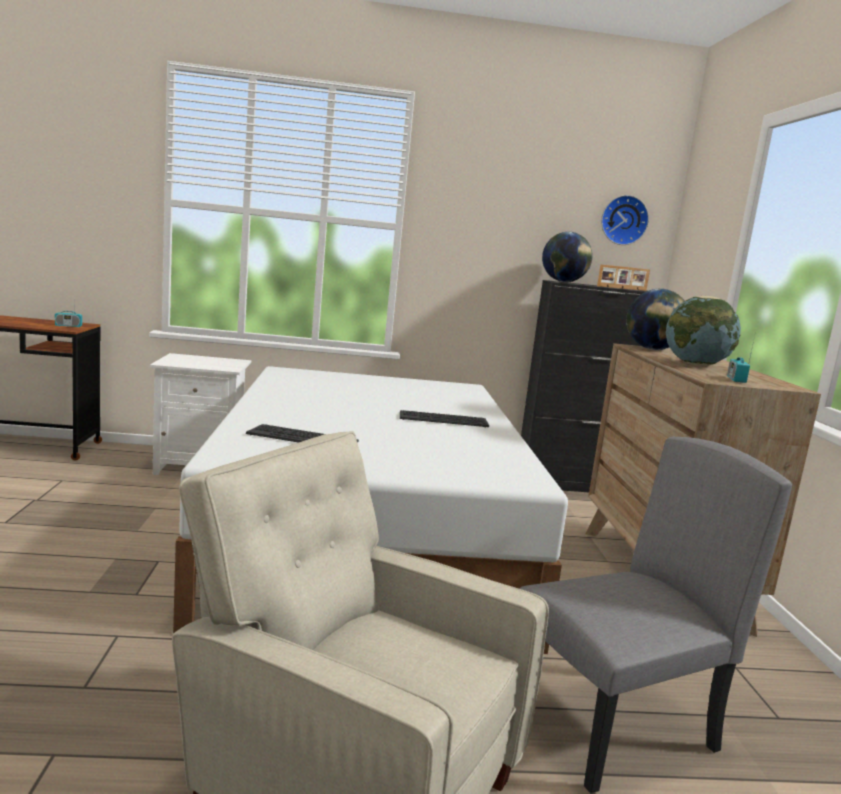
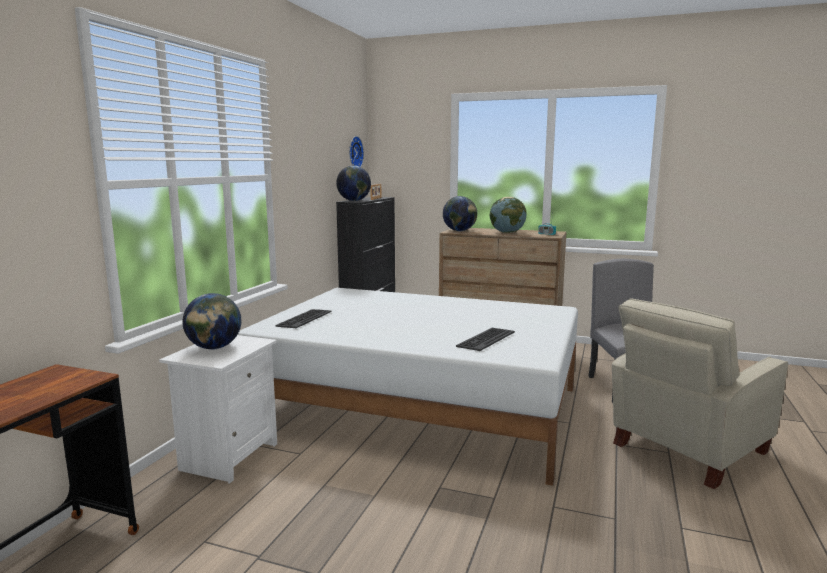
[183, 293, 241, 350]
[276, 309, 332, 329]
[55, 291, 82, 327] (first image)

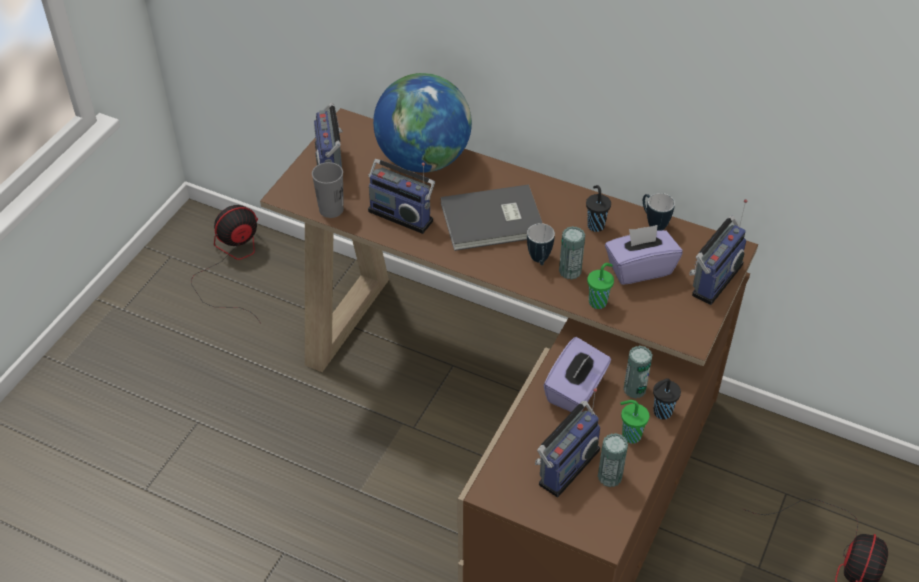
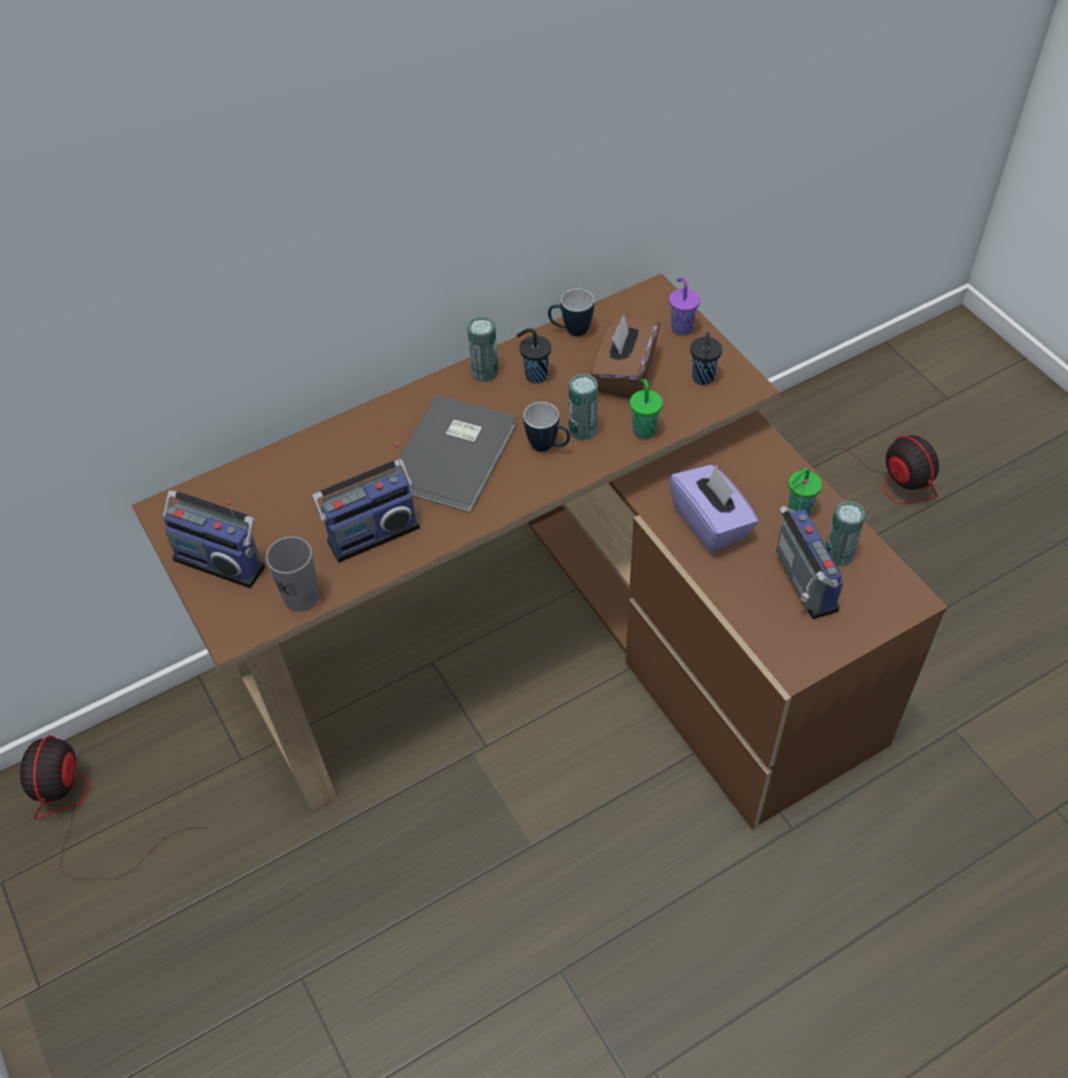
[467, 316, 498, 382]
[591, 314, 660, 398]
[669, 277, 700, 336]
[690, 332, 722, 385]
[373, 73, 472, 173] (first image)

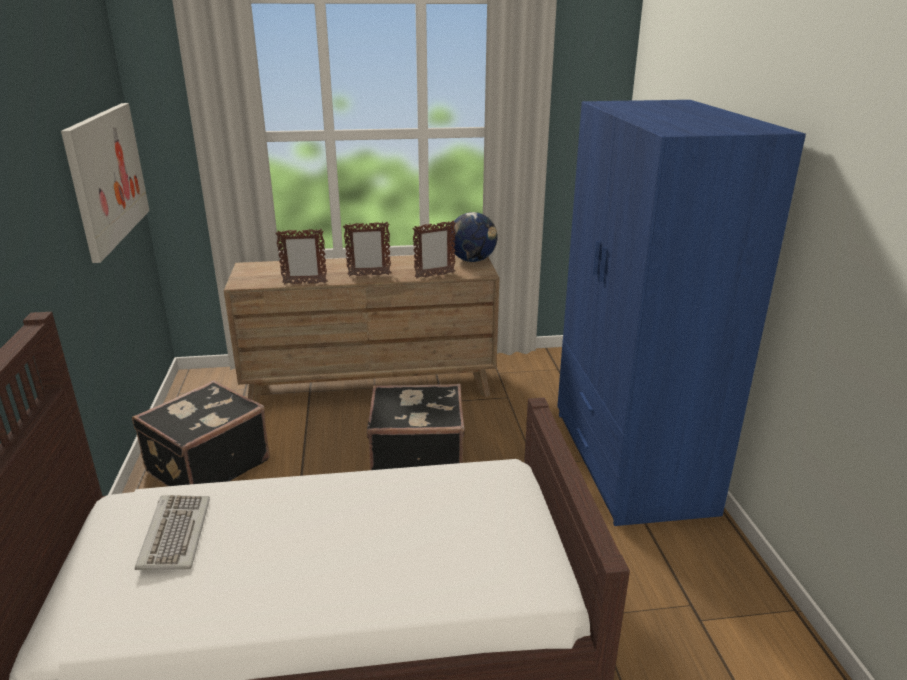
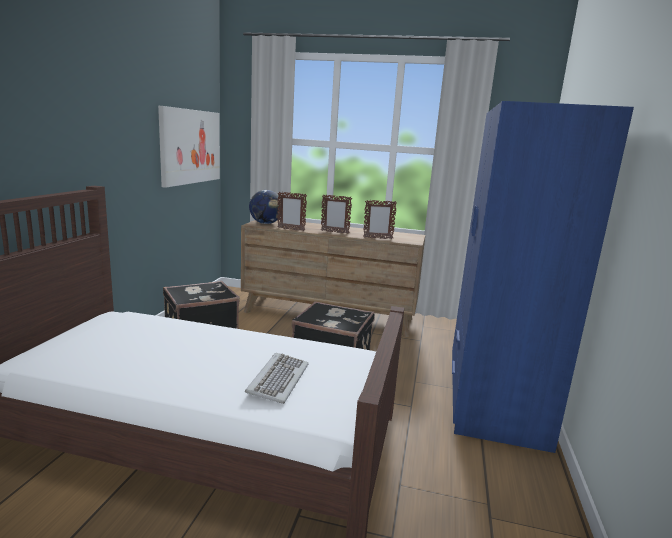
[245, 353, 309, 404]
[249, 190, 281, 224]

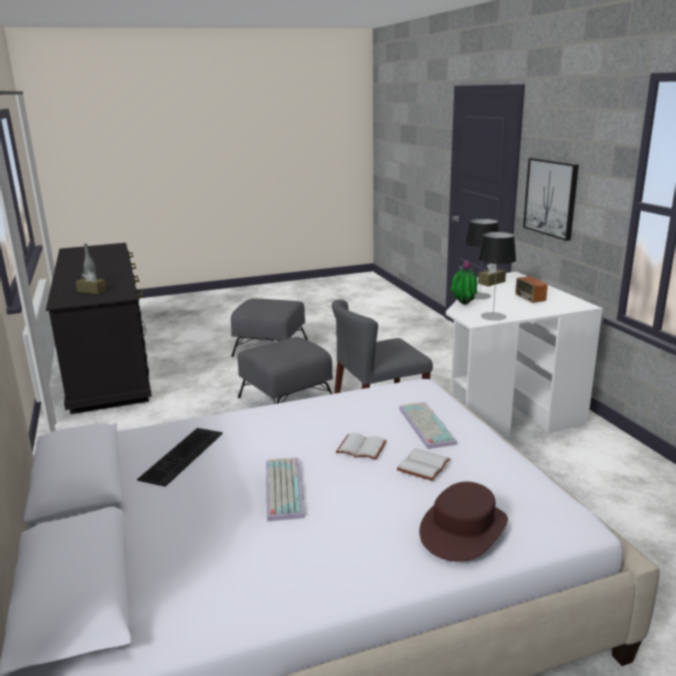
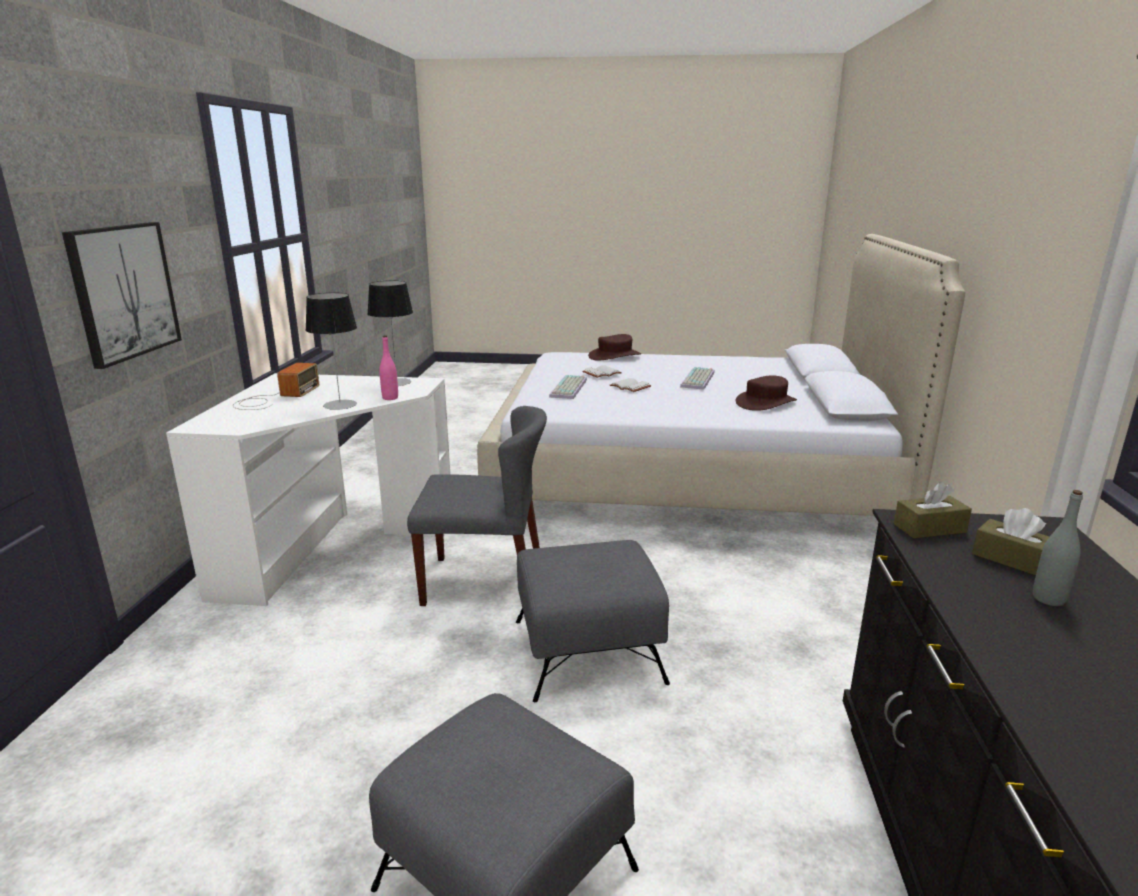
[379, 335, 398, 400]
[736, 375, 797, 411]
[894, 482, 972, 538]

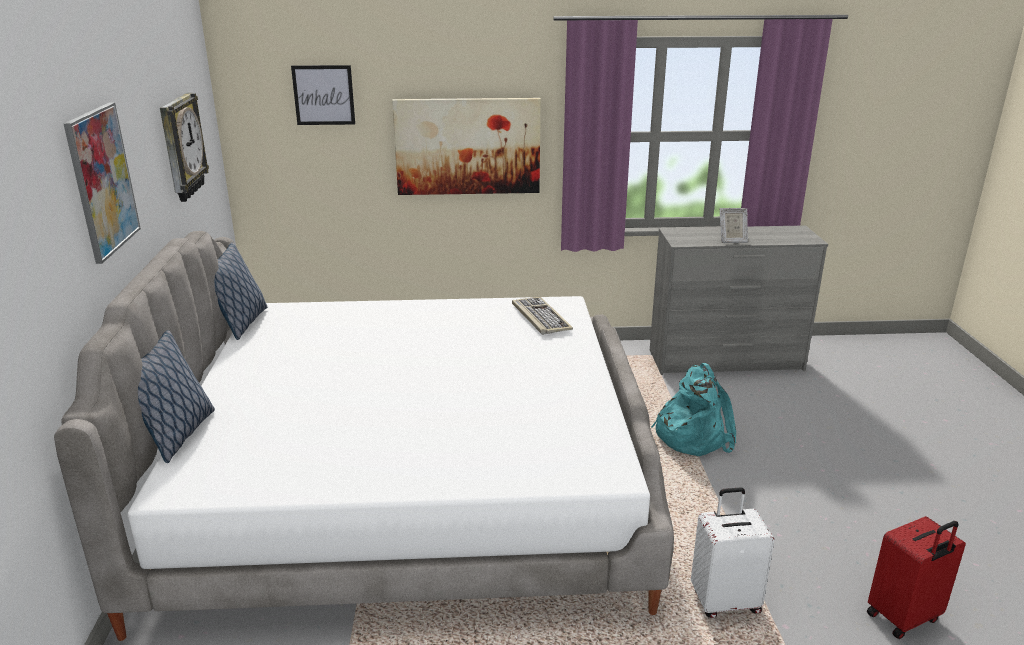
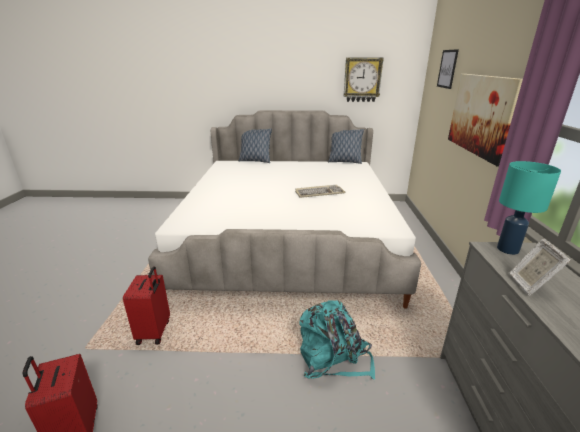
[123, 266, 170, 345]
[295, 185, 346, 198]
[497, 161, 561, 255]
[64, 102, 141, 264] (first image)

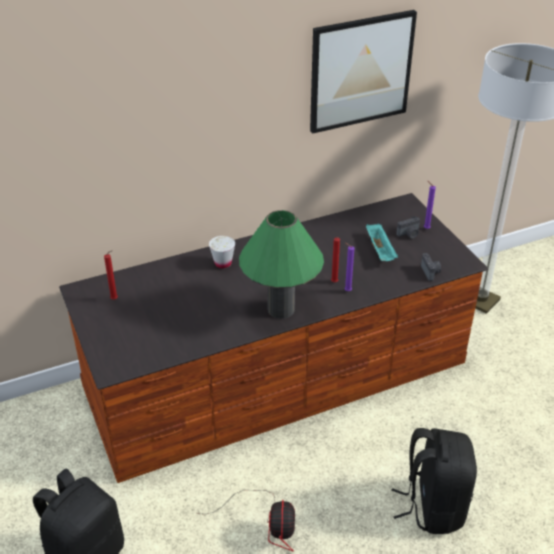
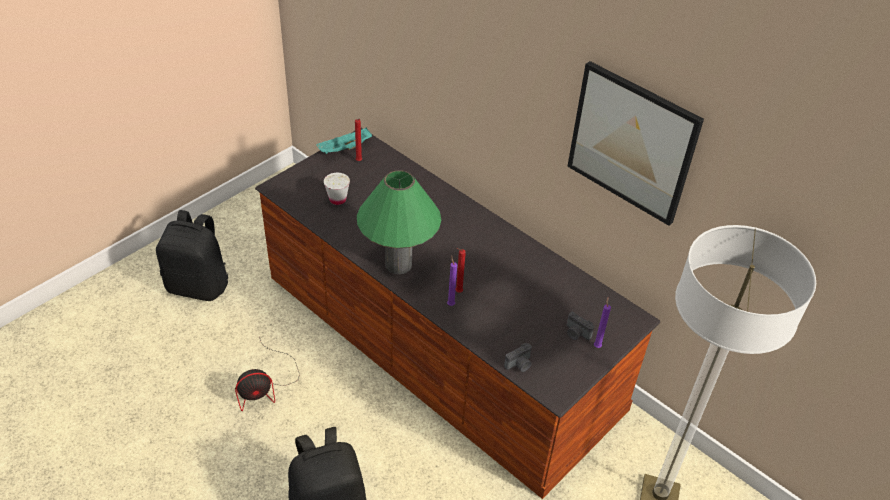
[316, 127, 372, 154]
[324, 173, 350, 205]

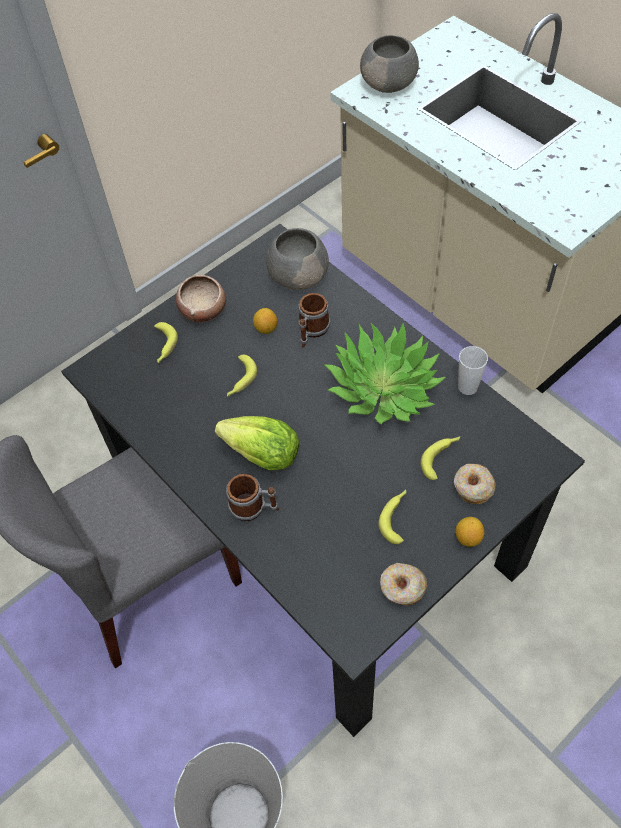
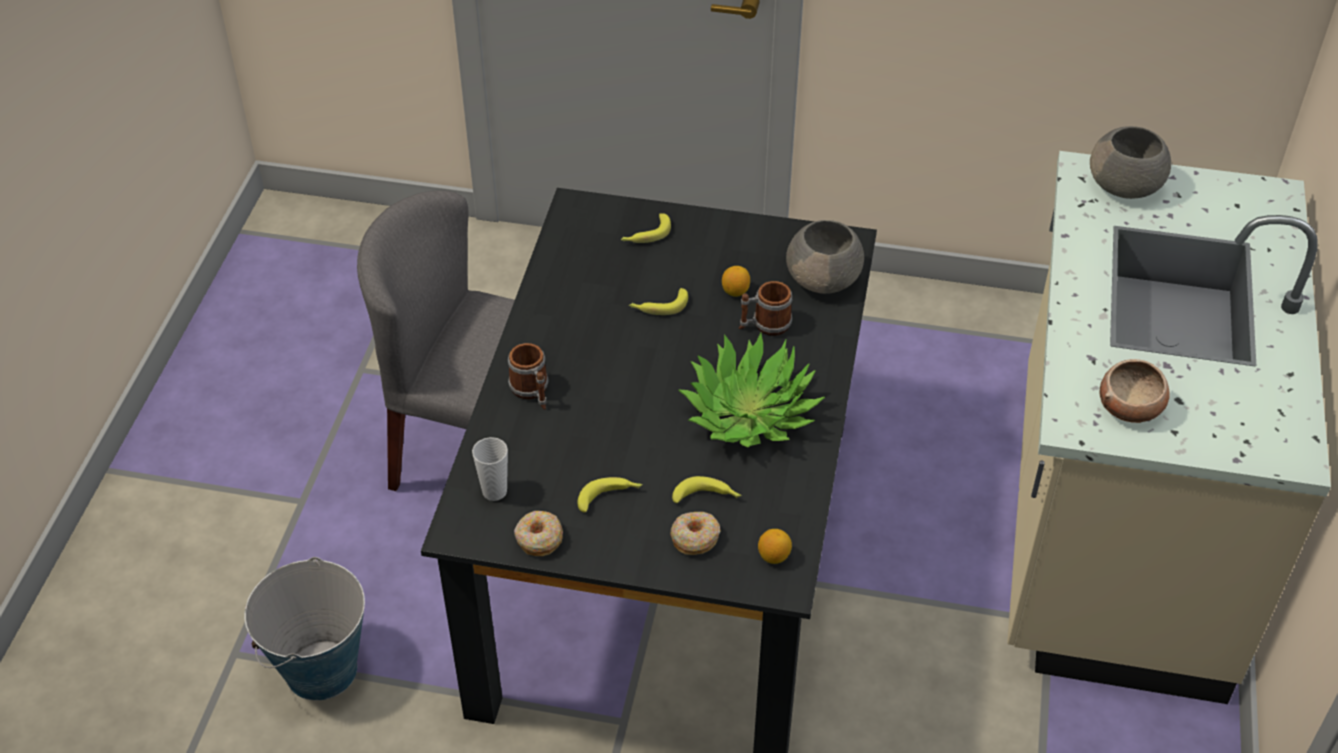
[472, 437, 508, 501]
[758, 529, 792, 564]
[1099, 359, 1169, 423]
[215, 416, 300, 470] (first image)

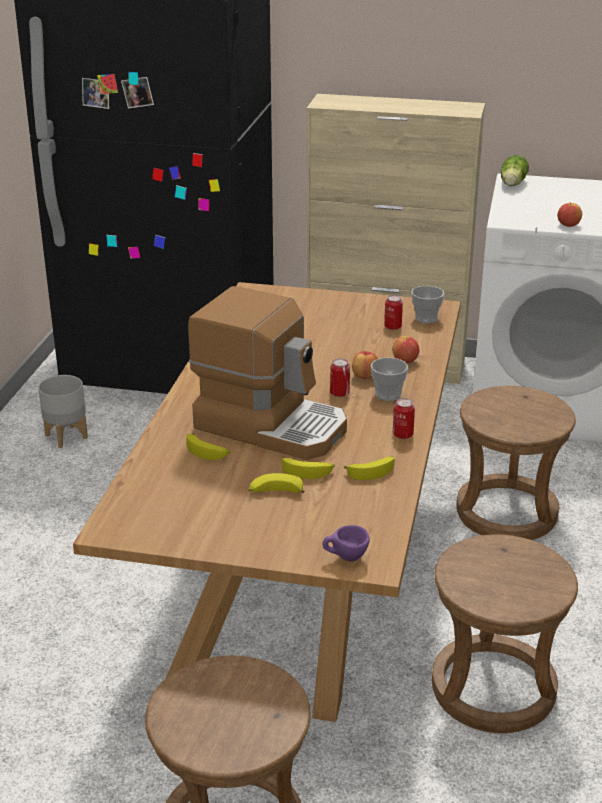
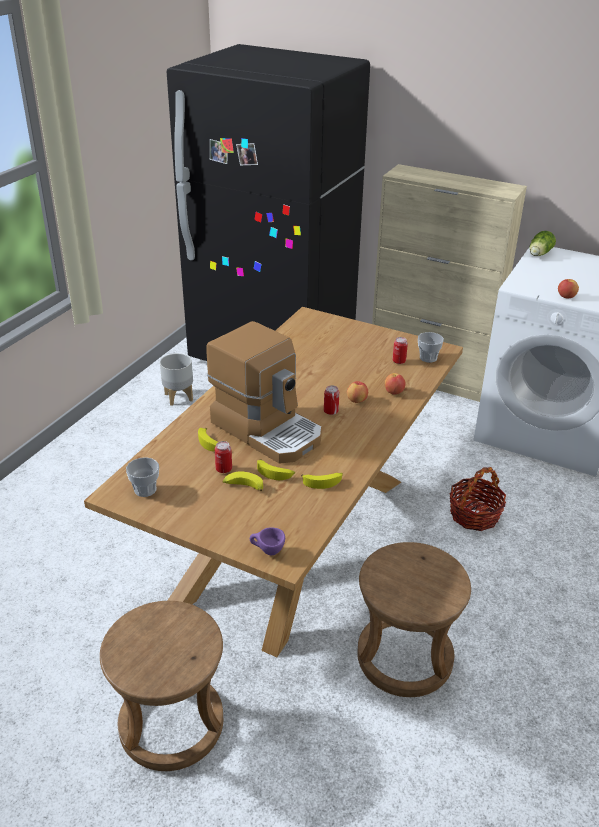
[126, 457, 159, 497]
[215, 441, 232, 473]
[450, 467, 506, 531]

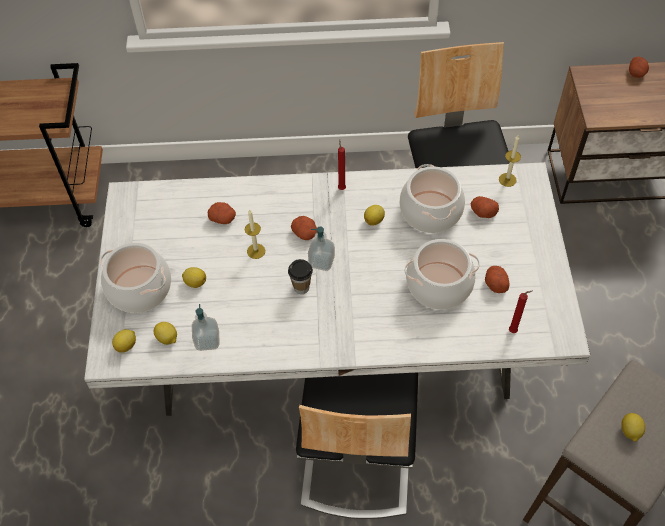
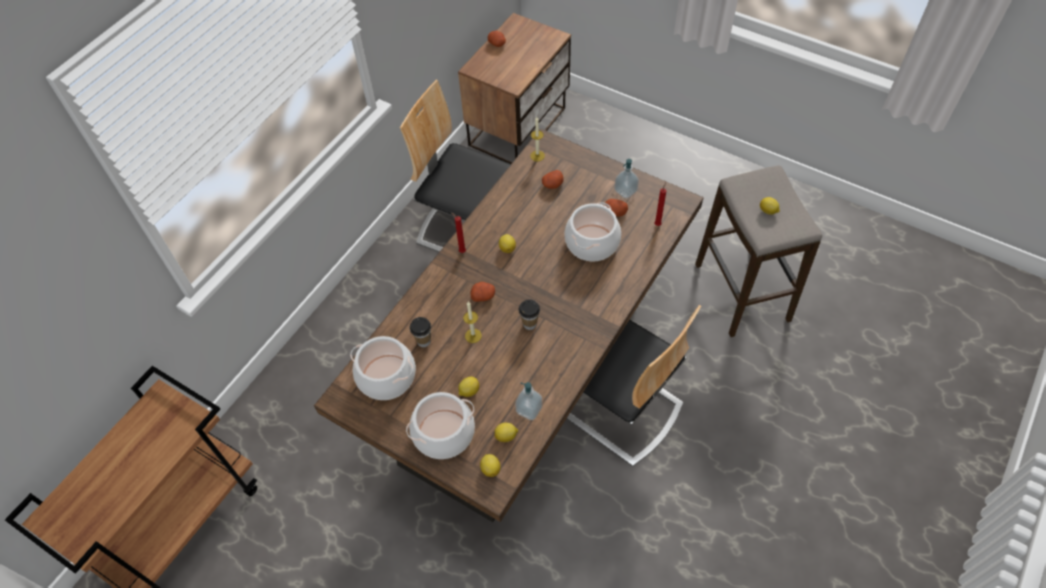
[314, 129, 704, 522]
[350, 336, 416, 400]
[410, 317, 431, 347]
[614, 159, 639, 199]

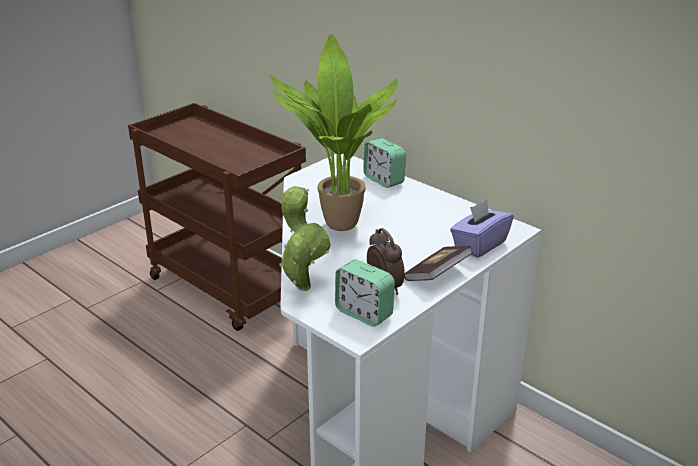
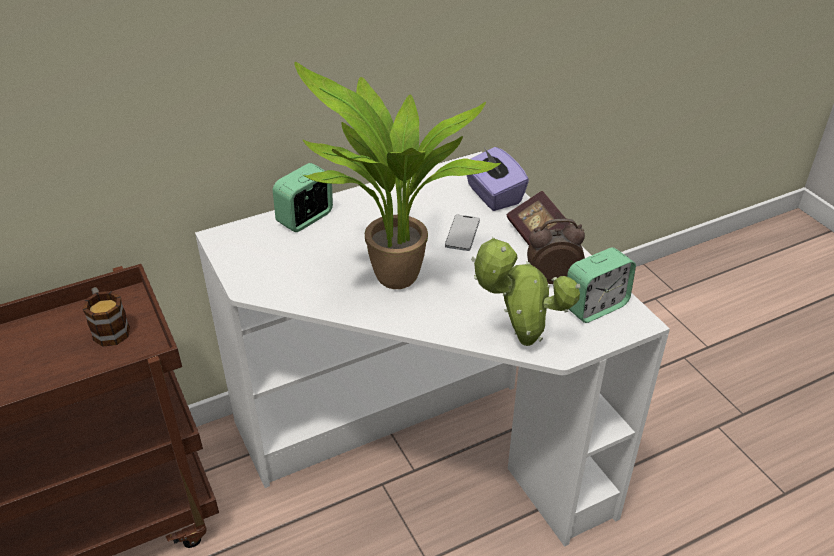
[83, 287, 130, 347]
[273, 163, 333, 232]
[445, 215, 480, 251]

